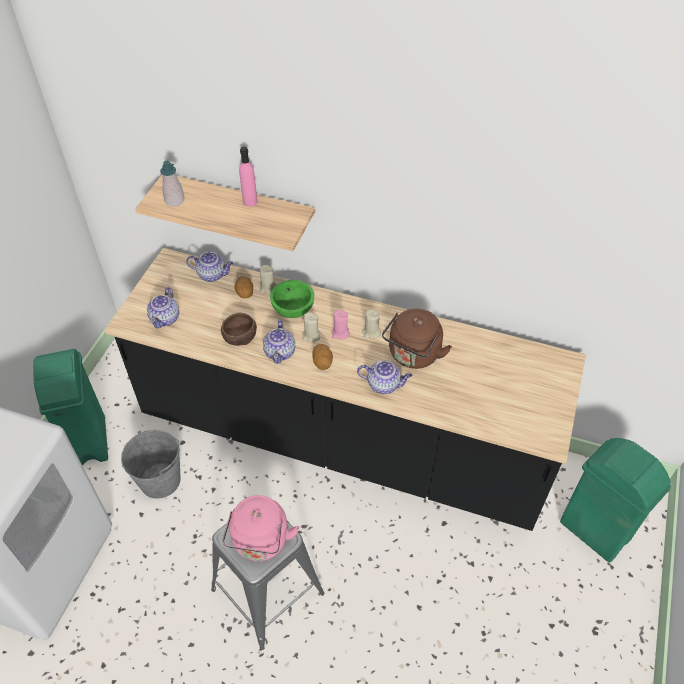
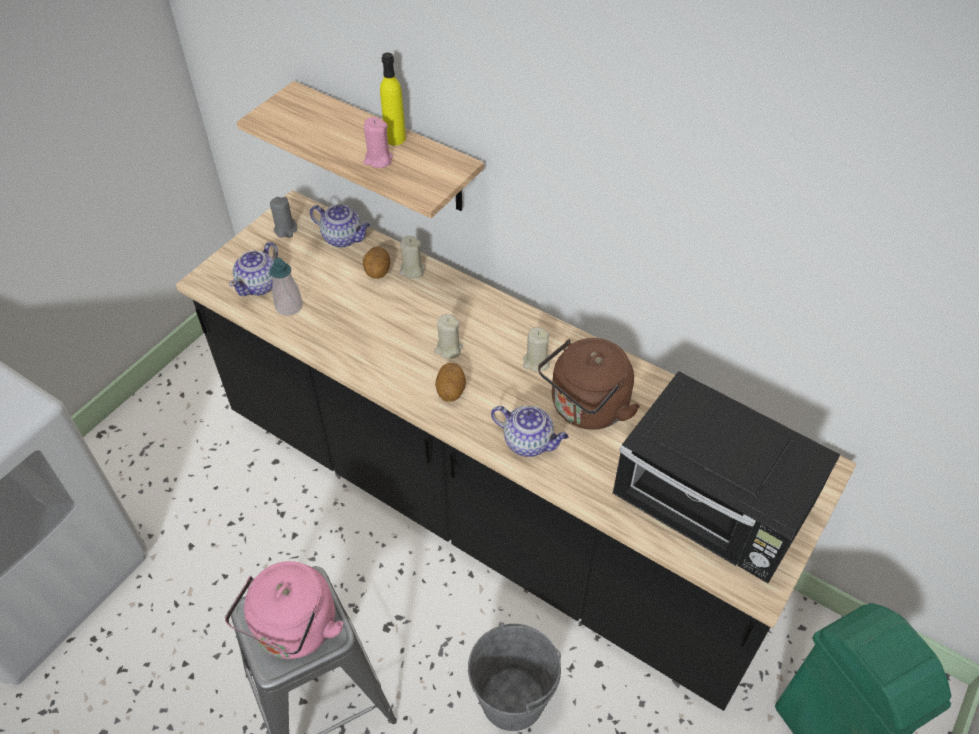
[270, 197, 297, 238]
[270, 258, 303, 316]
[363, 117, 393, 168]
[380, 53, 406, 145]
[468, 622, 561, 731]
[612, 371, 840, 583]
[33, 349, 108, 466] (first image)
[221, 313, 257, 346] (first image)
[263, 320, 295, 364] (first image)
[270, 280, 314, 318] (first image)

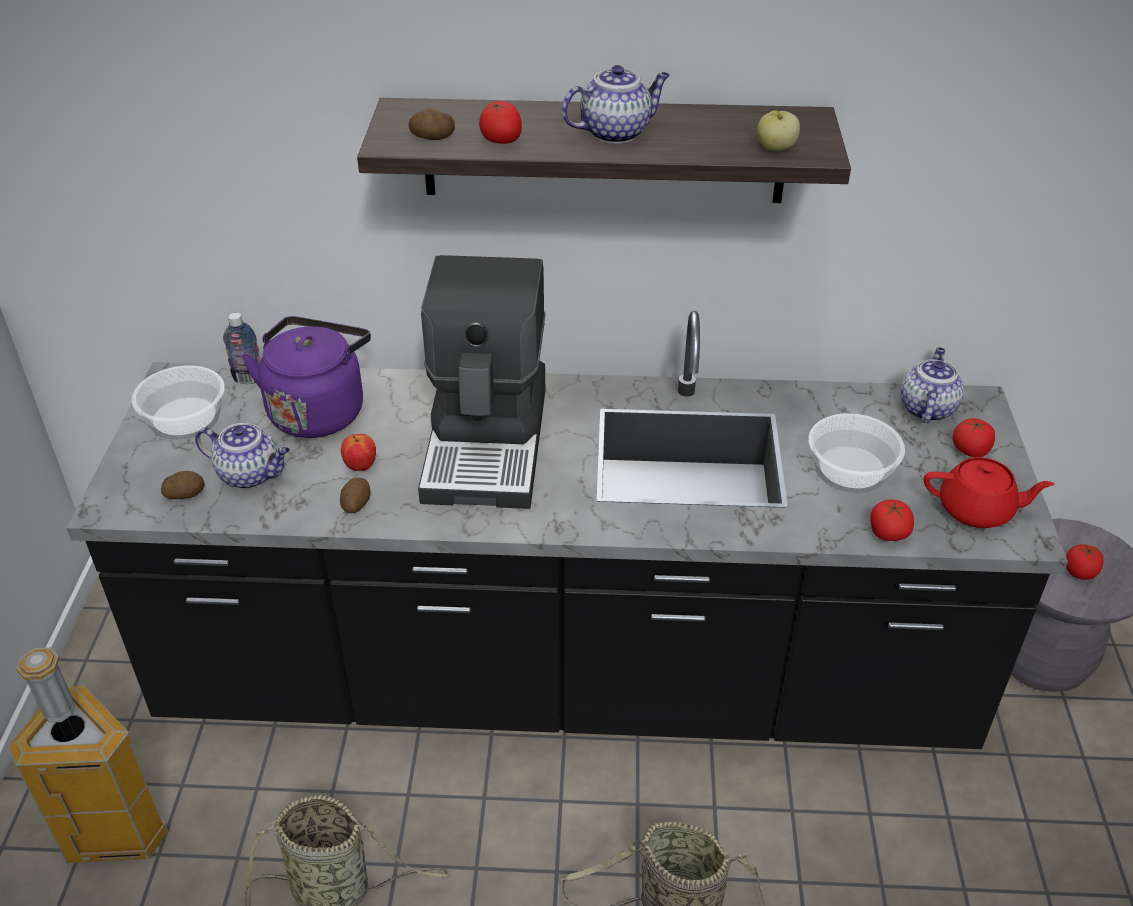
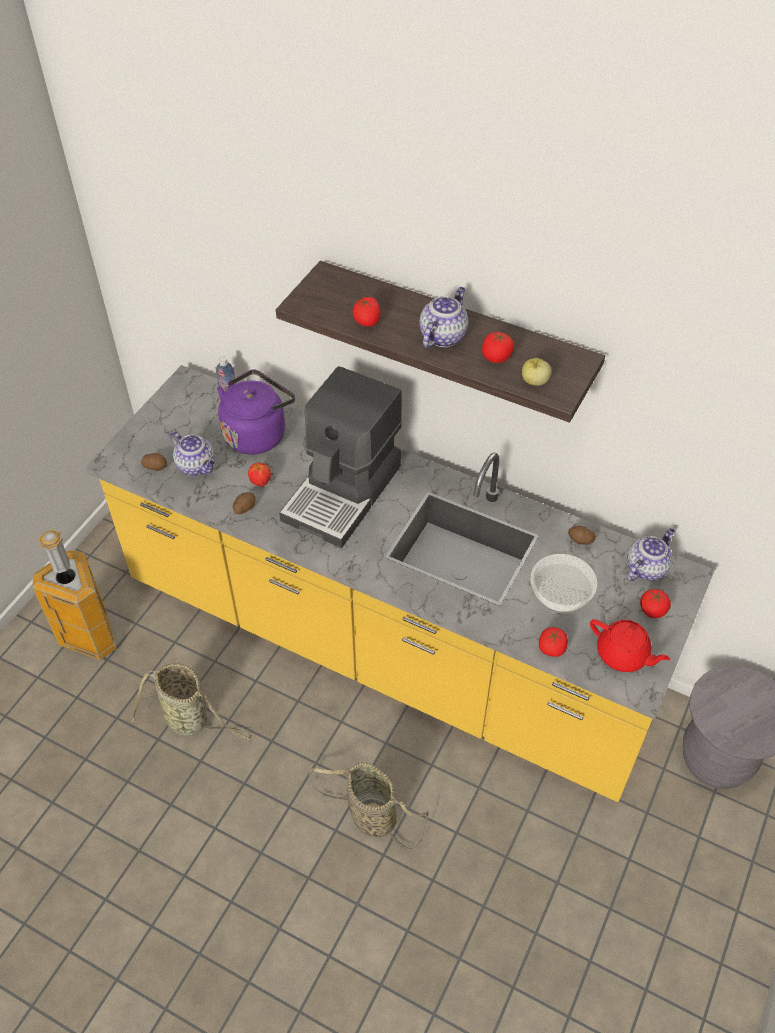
[85, 365, 715, 802]
[419, 287, 469, 348]
[482, 332, 514, 363]
[568, 526, 596, 545]
[131, 366, 225, 440] (first image)

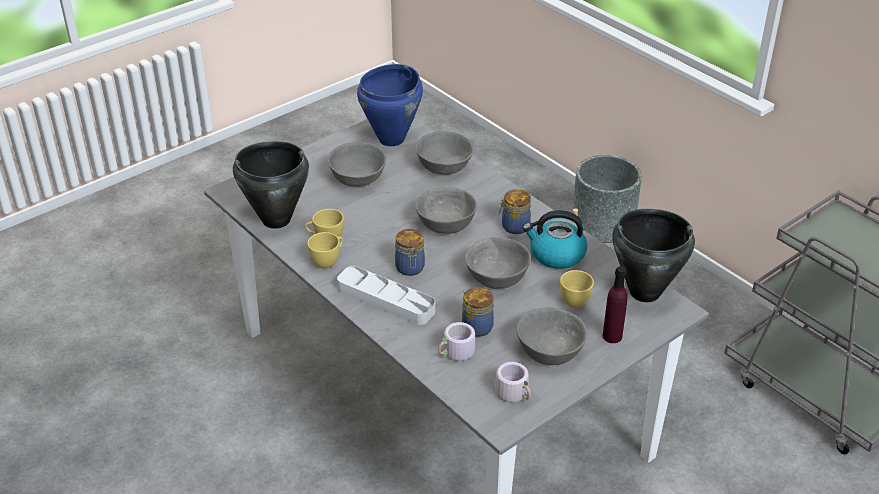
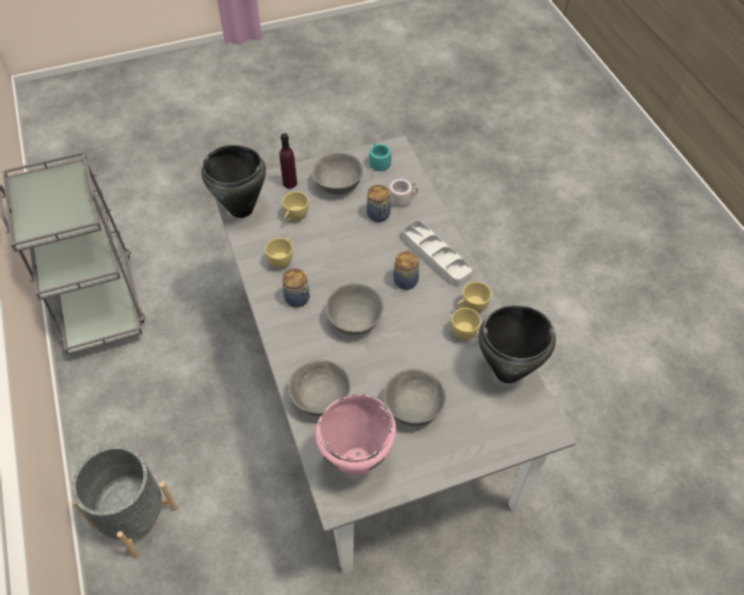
[265, 238, 293, 268]
[315, 394, 396, 476]
[369, 142, 391, 171]
[465, 237, 531, 289] (first image)

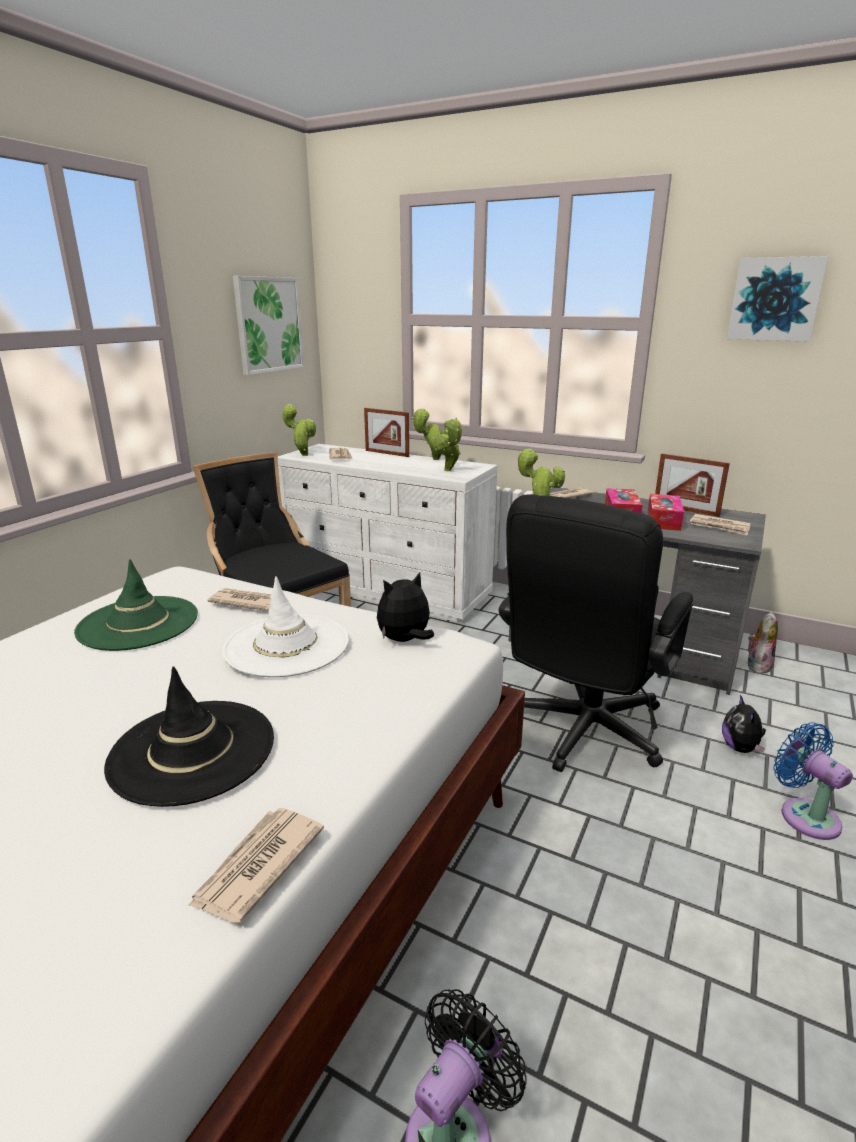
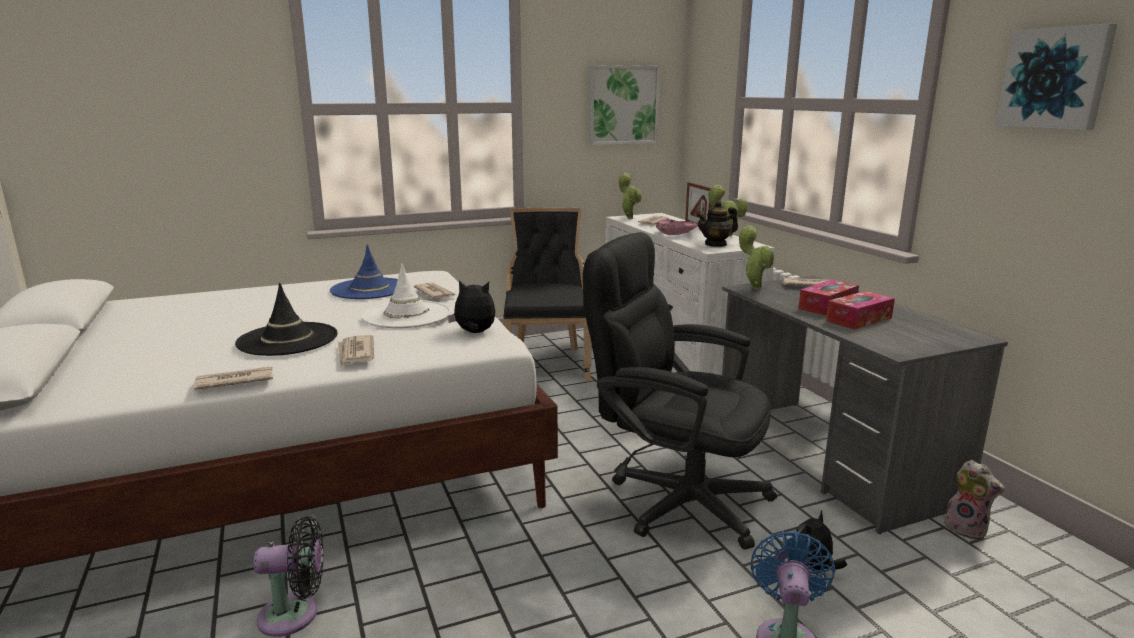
[330, 244, 398, 299]
[338, 335, 374, 367]
[583, 232, 777, 550]
[656, 219, 698, 235]
[696, 200, 738, 247]
[944, 460, 1005, 540]
[655, 453, 730, 517] (first image)

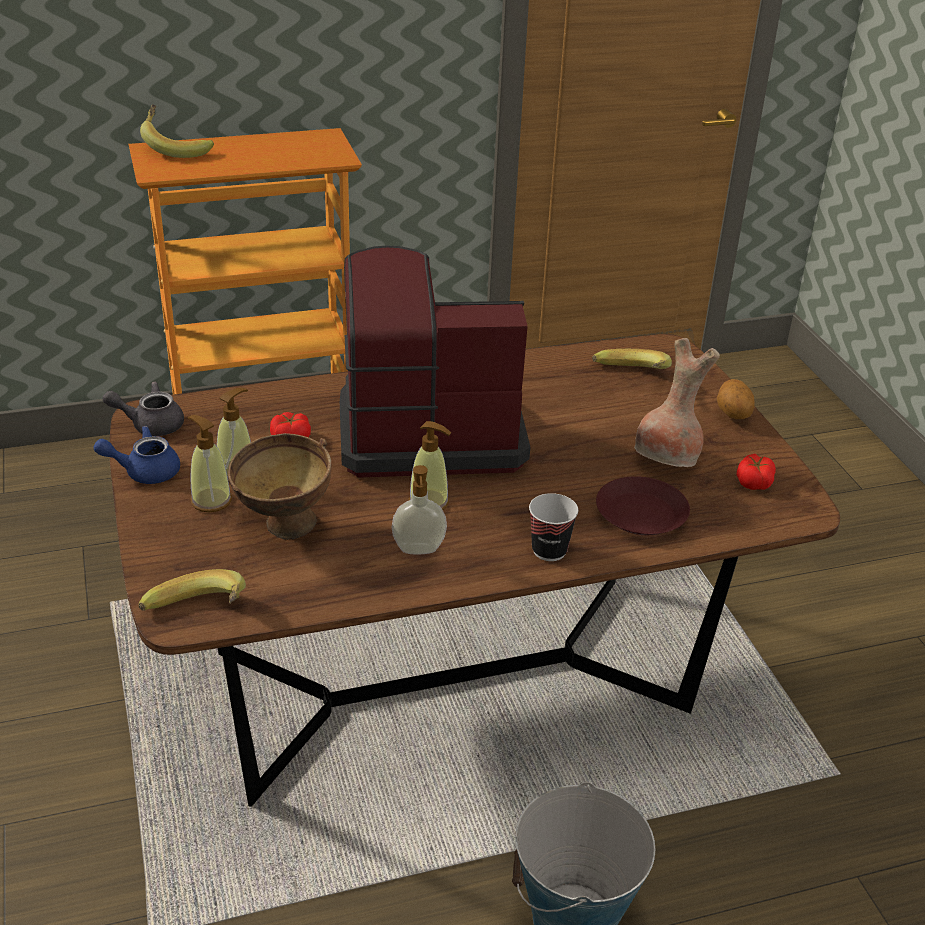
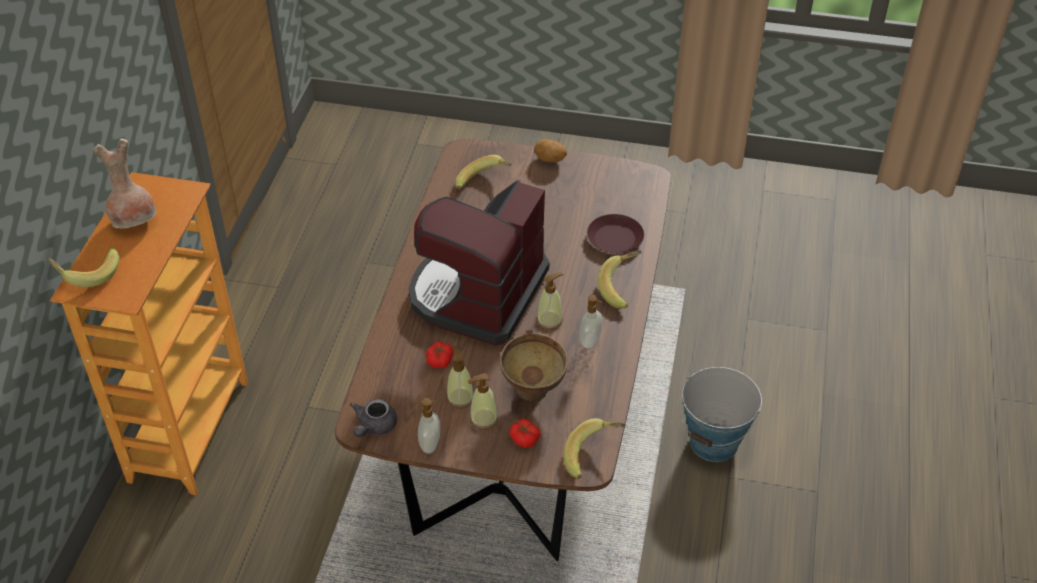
[93, 139, 156, 229]
[414, 398, 440, 453]
[509, 419, 541, 448]
[598, 250, 642, 309]

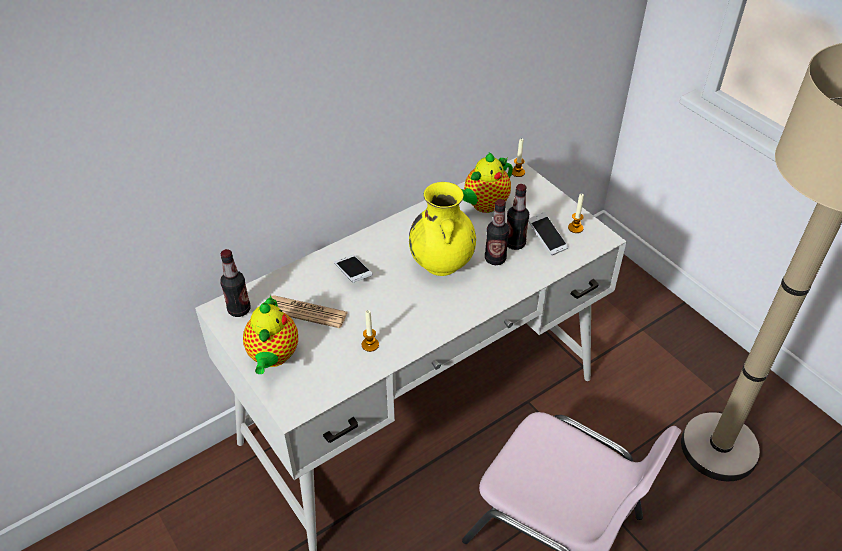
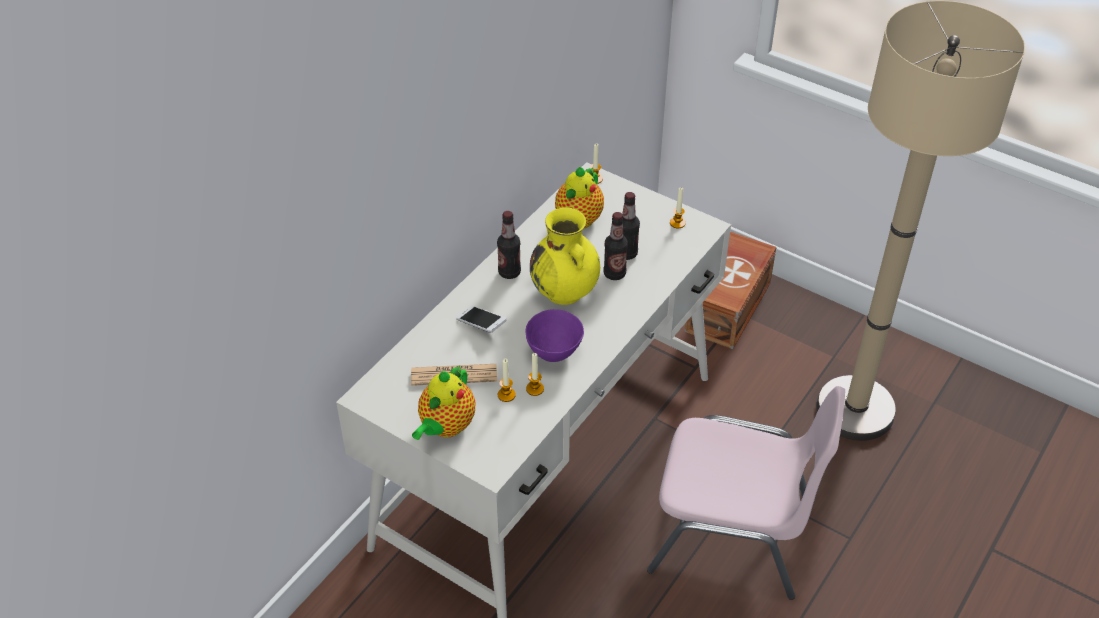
[412, 365, 475, 440]
[497, 211, 521, 279]
[498, 359, 516, 402]
[526, 309, 584, 362]
[684, 232, 776, 349]
[528, 212, 569, 255] (first image)

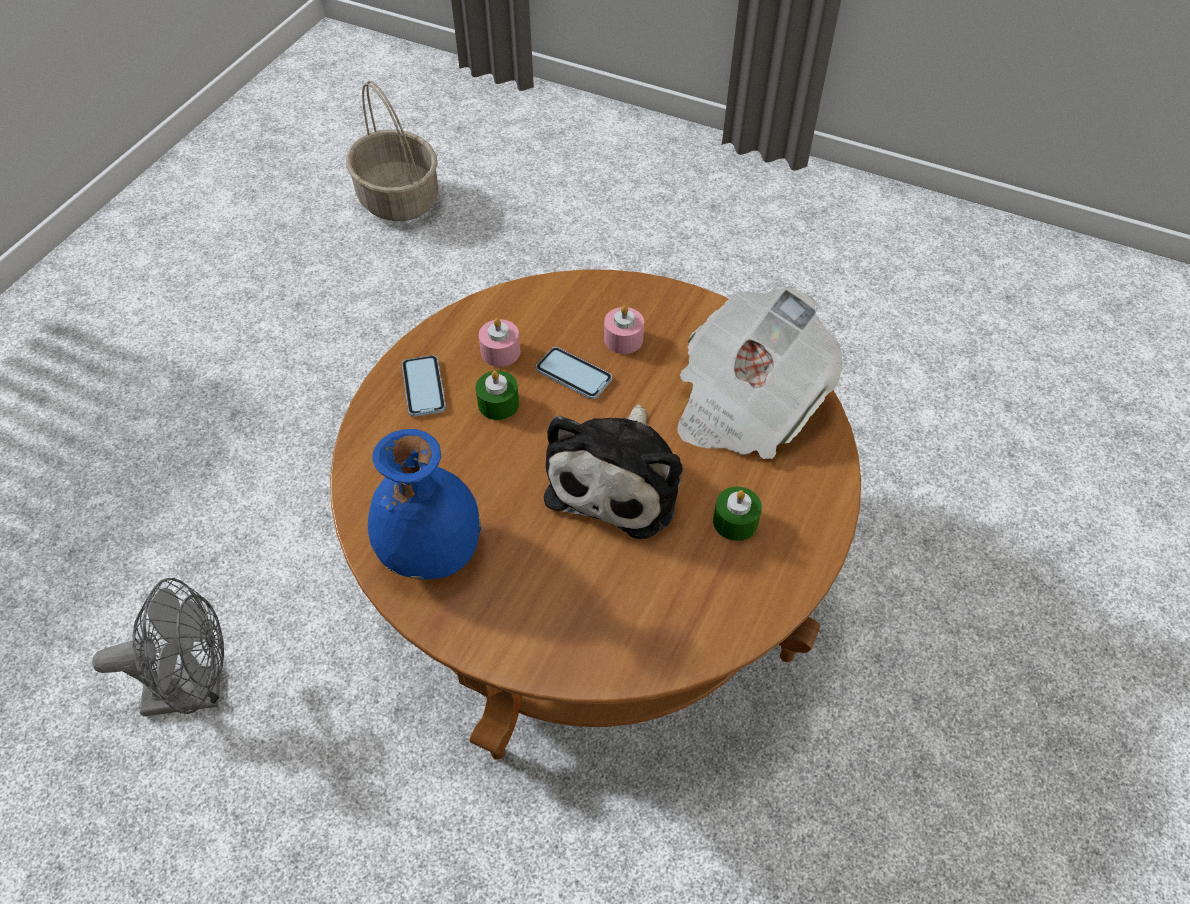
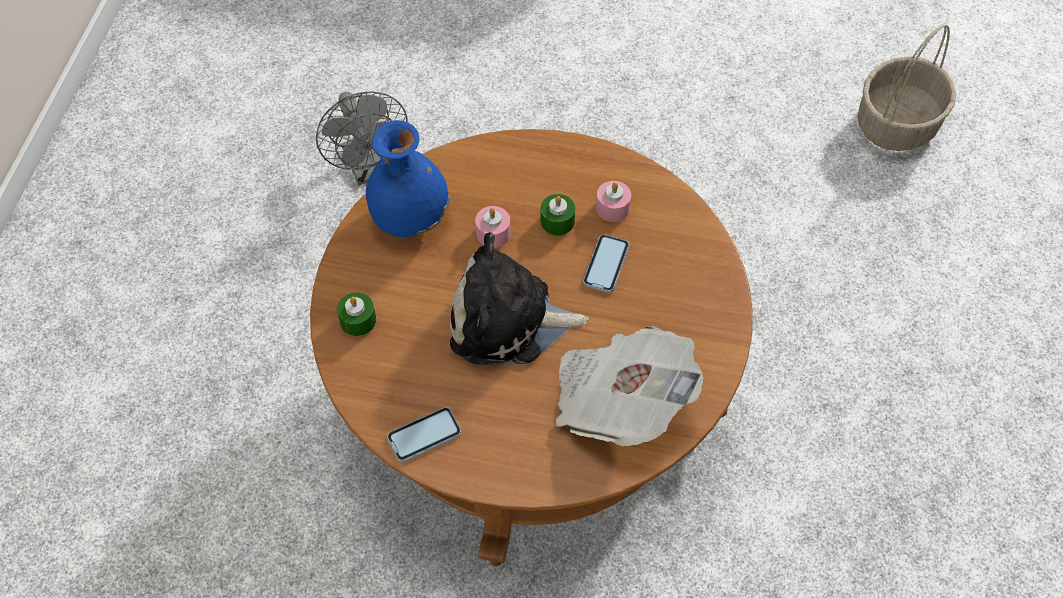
[337, 292, 376, 336]
[387, 407, 461, 462]
[475, 206, 511, 248]

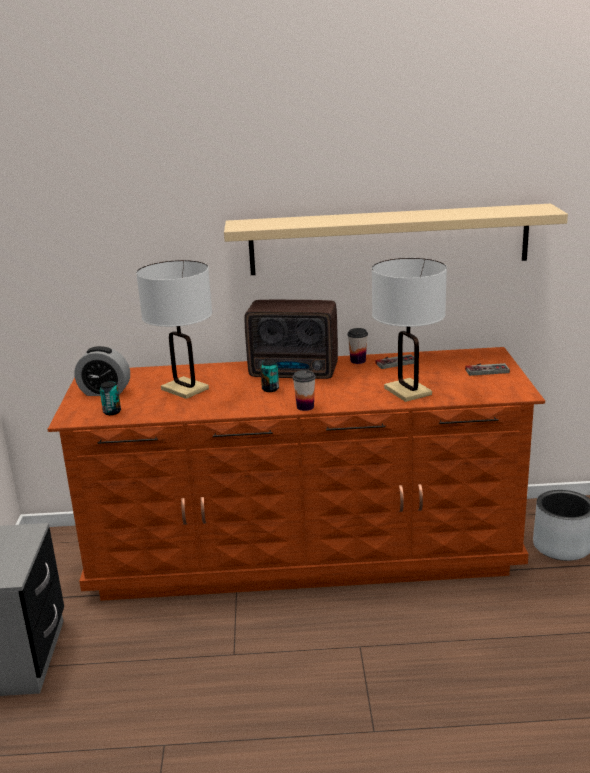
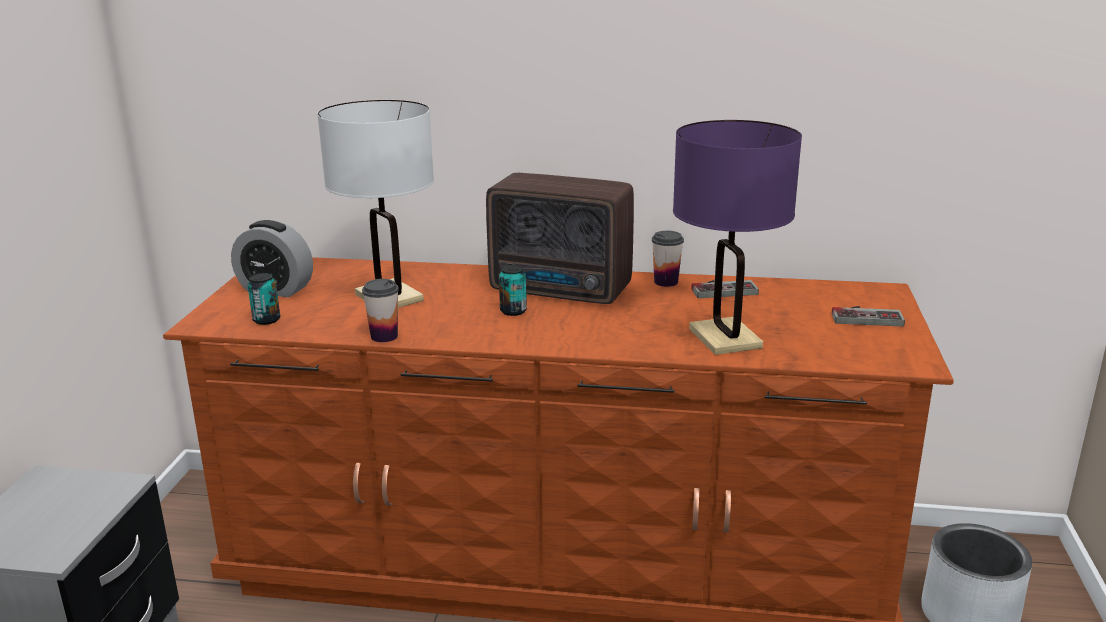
[362, 279, 399, 342]
[673, 120, 802, 355]
[224, 204, 568, 275] (first image)

